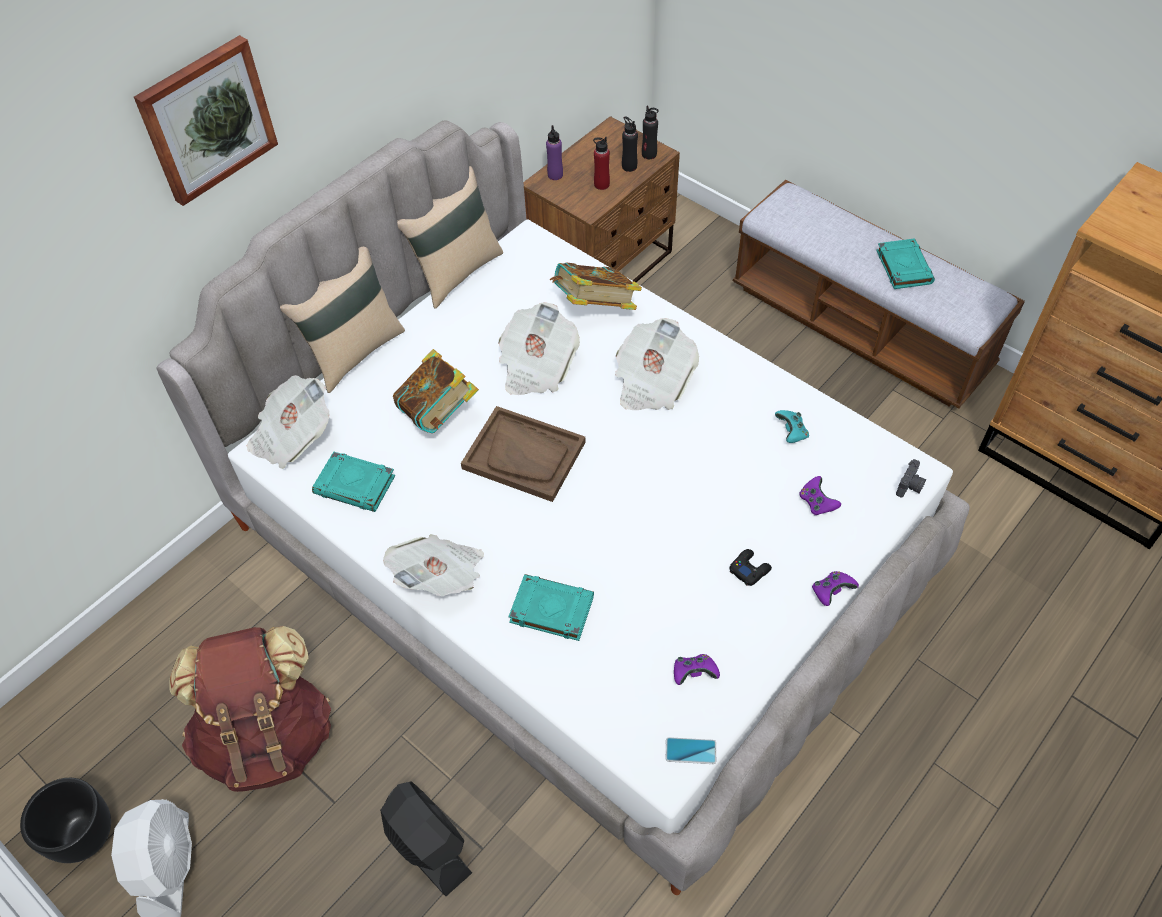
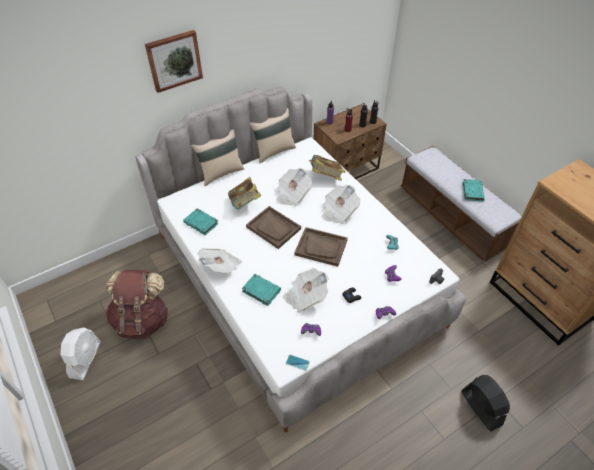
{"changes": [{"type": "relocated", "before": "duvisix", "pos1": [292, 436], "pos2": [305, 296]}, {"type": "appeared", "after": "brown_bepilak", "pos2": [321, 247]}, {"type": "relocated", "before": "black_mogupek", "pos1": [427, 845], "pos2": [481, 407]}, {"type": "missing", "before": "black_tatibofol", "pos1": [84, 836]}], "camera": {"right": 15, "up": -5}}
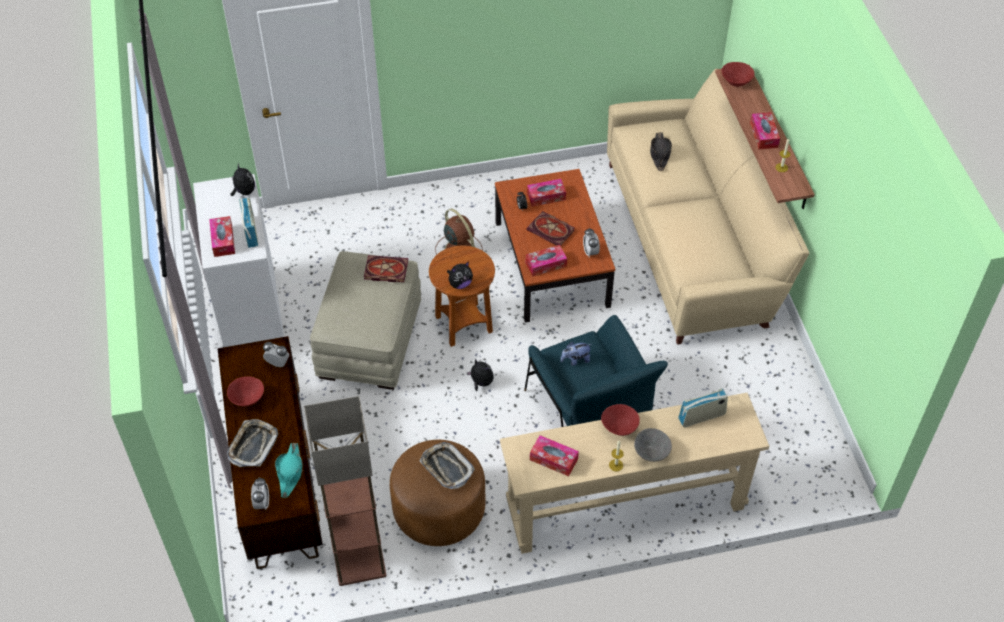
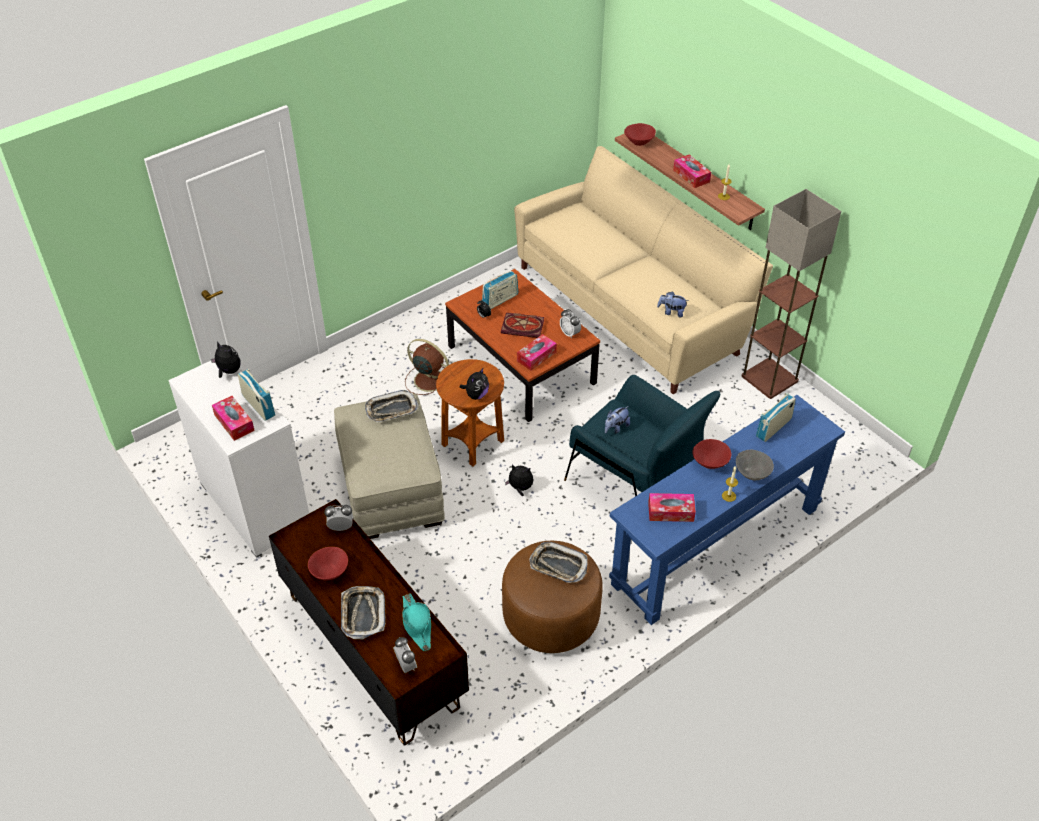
{"changes": [{"type": "exchanged", "before": "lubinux", "after": "bepilak", "pos1": [385, 270], "pos2": [391, 410]}, {"type": "exchanged", "before": "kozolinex", "after": "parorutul", "pos1": [546, 196], "pos2": [500, 300]}, {"type": "colour", "before": "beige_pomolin", "after": "blue_pomolin", "pos1": [625, 505], "pos2": [716, 546]}, {"type": "appeared", "after": "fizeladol", "pos2": [671, 312]}, {"type": "relocated", "before": "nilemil", "pos1": [360, 560], "pos2": [770, 378]}, {"type": "missing", "before": "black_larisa", "pos1": [659, 154]}], "camera": {"right": -25, "up": -5}}
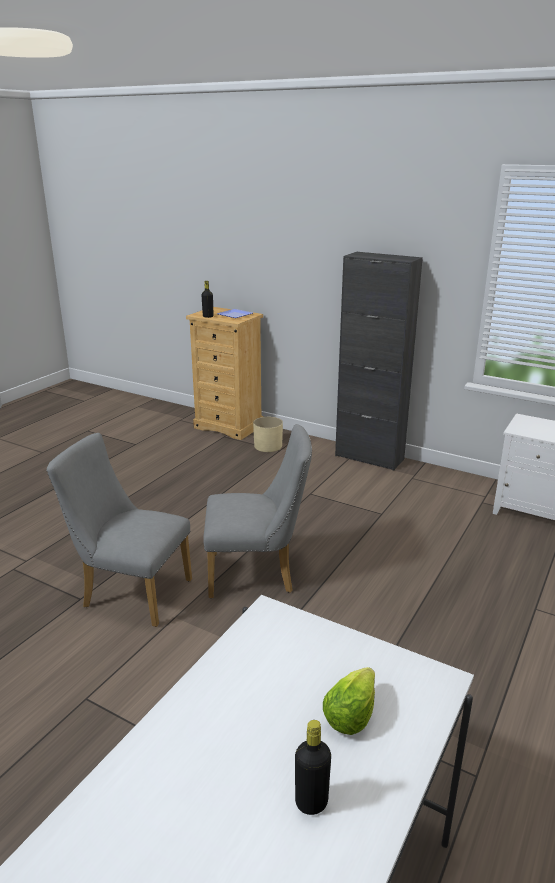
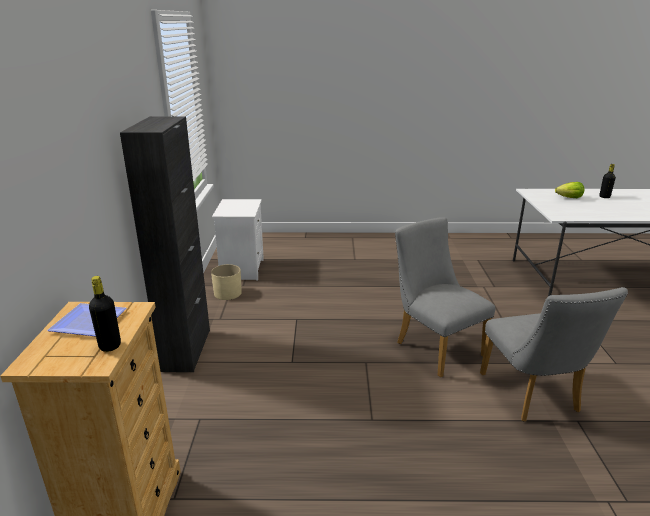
{"changes": [{"type": "relocated", "before": "beige_tatibofol", "pos1": [267, 446], "pos2": [228, 293]}], "camera": {"right": -120, "up": 0}}
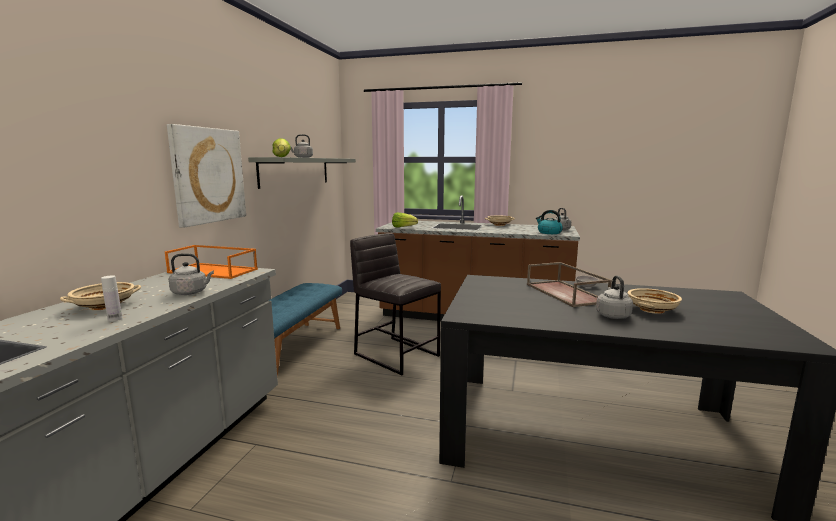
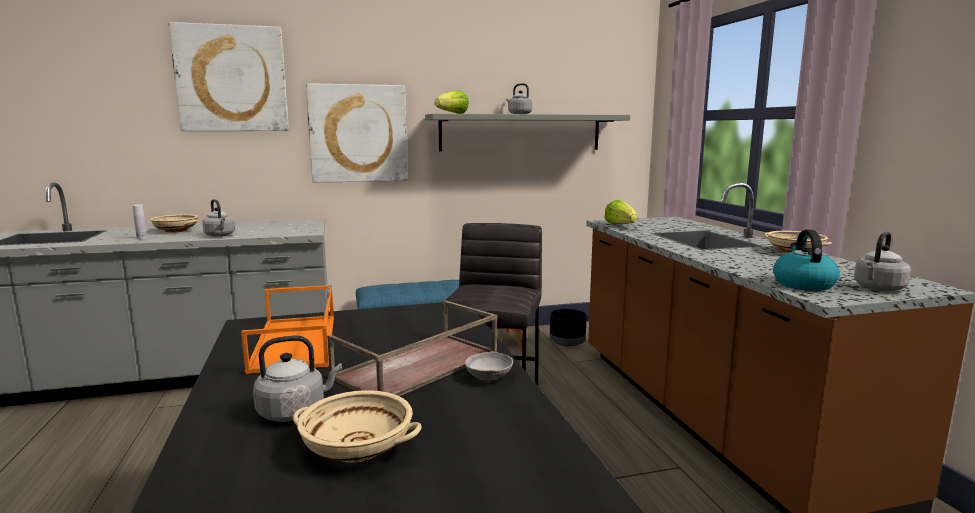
{"changes": [{"type": "appeared", "after": "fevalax", "pos2": [231, 79]}, {"type": "relocated", "before": "orange_bepilak", "pos1": [214, 271], "pos2": [296, 343]}, {"type": "appeared", "after": "black_tatibofol", "pos2": [567, 341]}], "camera": {"right": 60, "up": 0}}
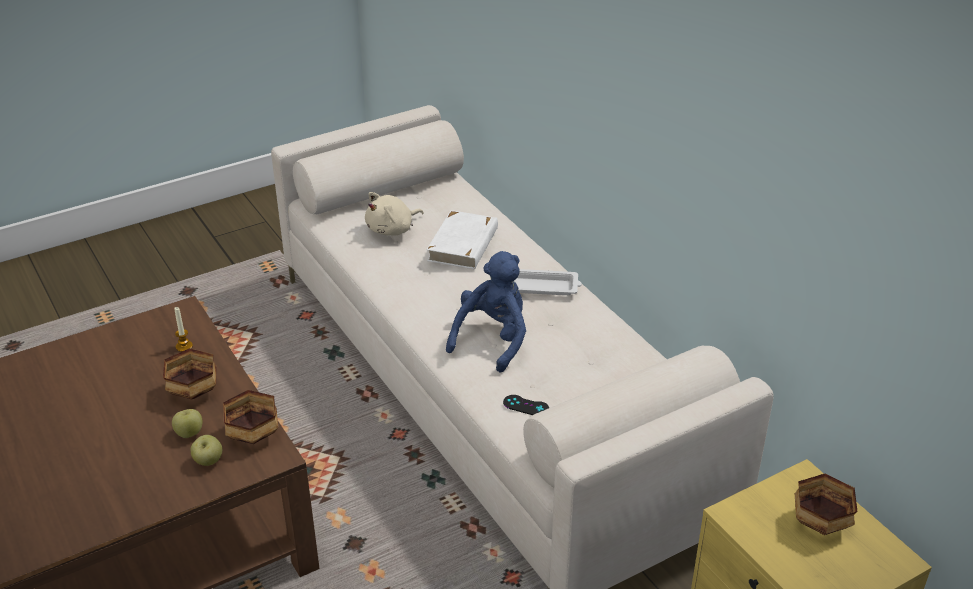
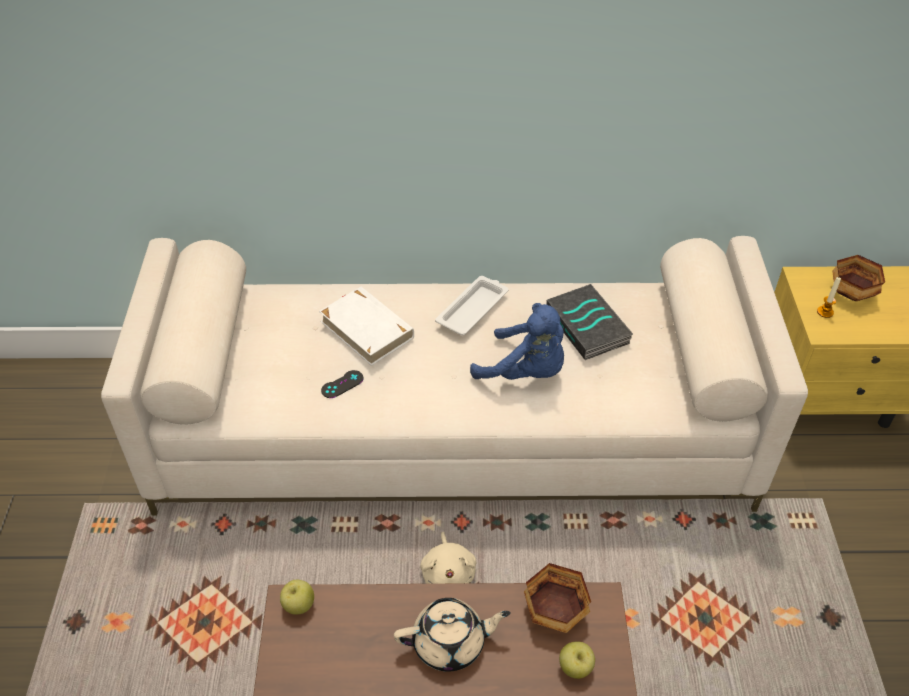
{"changes": [{"type": "relocated", "before": "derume", "pos1": [189, 433], "pos2": [298, 605]}, {"type": "relocated", "before": "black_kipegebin", "pos1": [526, 406], "pos2": [342, 384]}, {"type": "exchanged", "before": "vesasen", "after": "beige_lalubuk", "pos1": [194, 392], "pos2": [450, 643]}, {"type": "relocated", "before": "beige_fizeladol", "pos1": [392, 229], "pos2": [448, 573]}, {"type": "spun", "before": "blue_fizeladol", "pos1": [493, 339], "pos2": [525, 372], "turn": 150}, {"type": "appeared", "after": "lubinux", "pos2": [589, 327]}, {"type": "relocated", "before": "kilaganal", "pos1": [184, 346], "pos2": [825, 312]}], "camera": {"right": -60, "up": 10}}
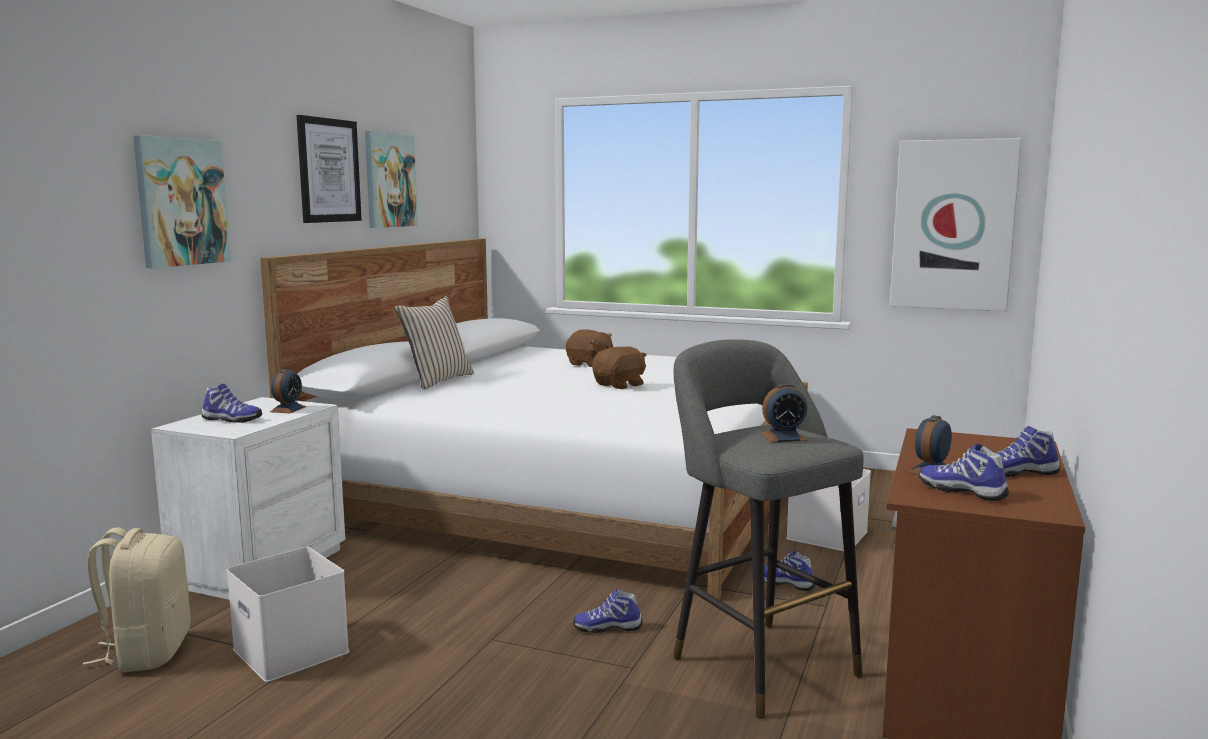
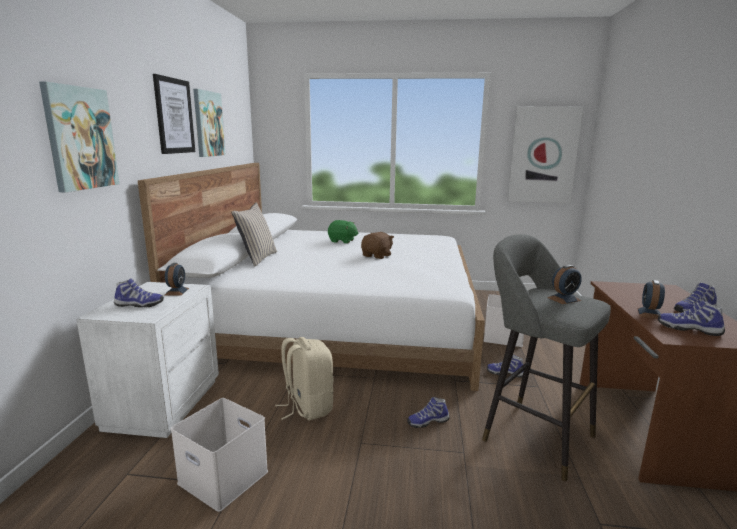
{"changes": [{"type": "relocated", "before": "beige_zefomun", "pos1": [147, 652], "pos2": [307, 407]}, {"type": "colour", "before": "brown_fizeladol", "after": "green_fizeladol", "pos1": [590, 364], "pos2": [342, 241]}], "camera": {"right": -15, "up": 5}}
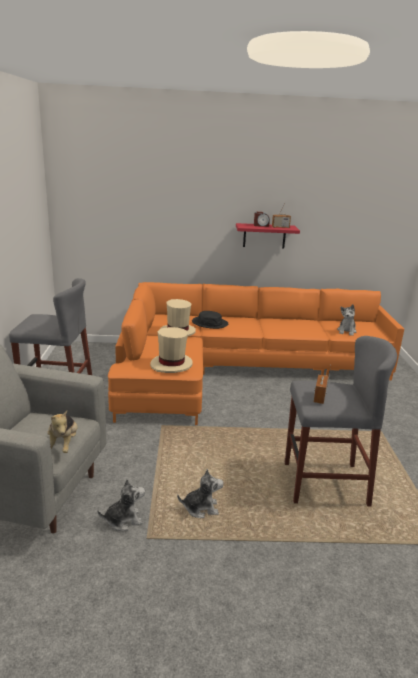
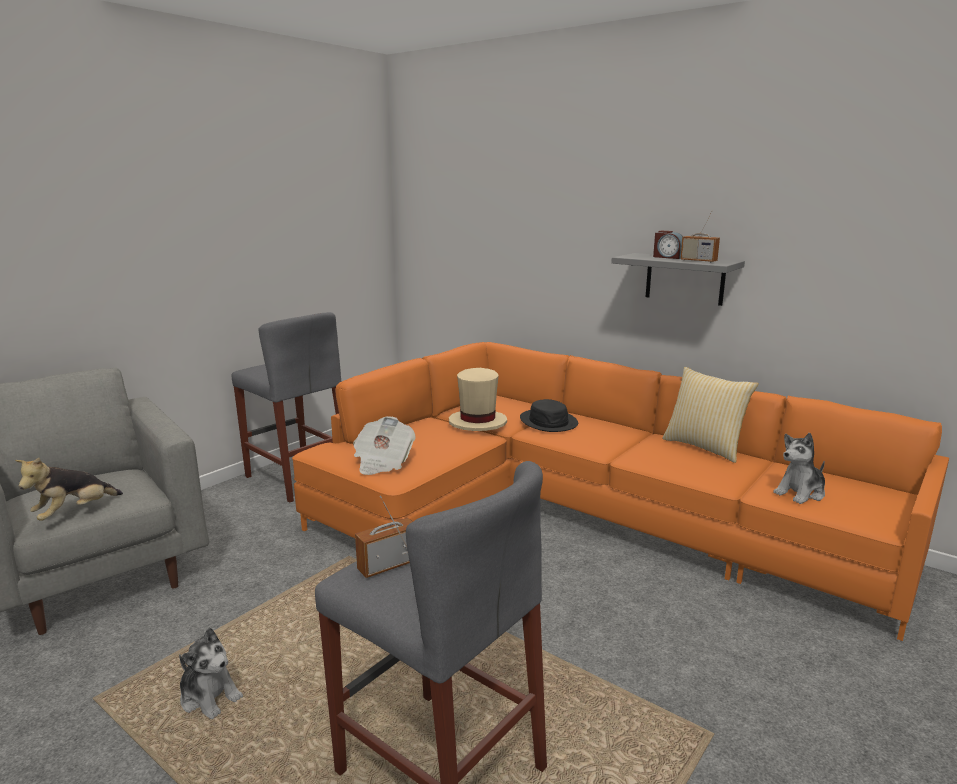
{"changes": [{"type": "exchanged", "before": "beige_larisa", "after": "duvisix", "pos1": [171, 365], "pos2": [382, 462]}, {"type": "colour", "before": "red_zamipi", "after": "grey_zamipi", "pos1": [264, 236], "pos2": [684, 279]}, {"type": "appeared", "after": "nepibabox", "pos2": [705, 447]}, {"type": "missing", "before": "fizeladol", "pos1": [123, 520]}], "camera": {"right": 40, "up": -5}}
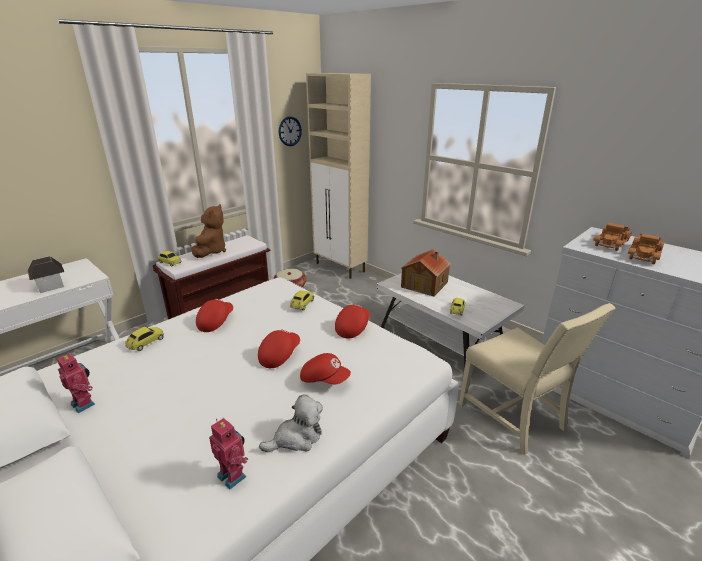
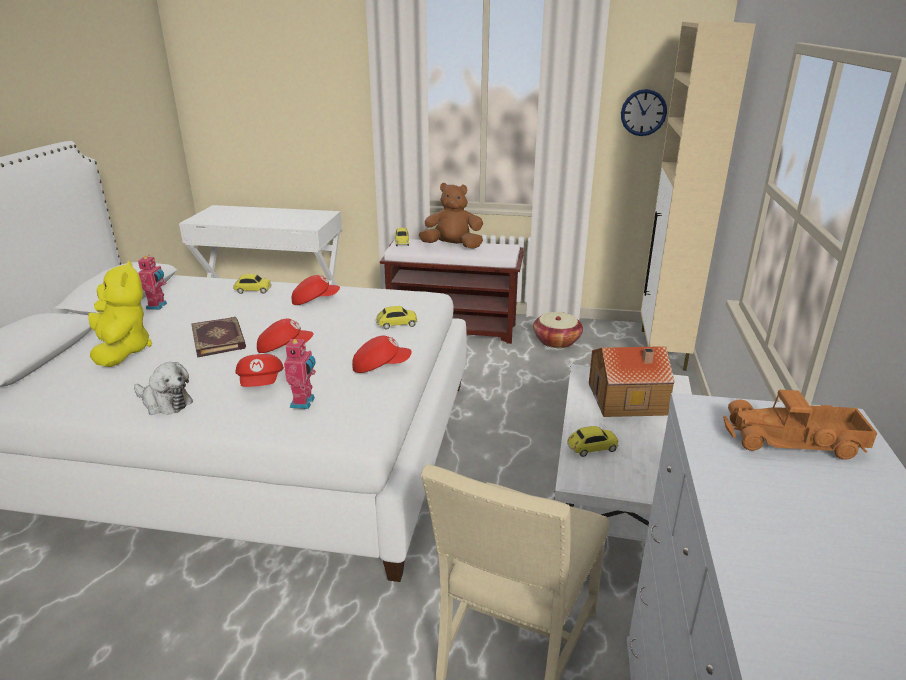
{"changes": [{"type": "appeared", "after": "yellow_fizeladol", "pos2": [122, 351]}, {"type": "appeared", "after": "lubinux", "pos2": [219, 339]}, {"type": "relocated", "before": "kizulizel", "pos1": [233, 475], "pos2": [304, 402]}, {"type": "spun", "before": "brown_fizeladol", "pos1": [211, 251], "pos2": [452, 246], "turn": -150}, {"type": "missing", "before": "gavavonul", "pos1": [51, 285]}, {"type": "missing", "before": "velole", "pos1": [645, 255]}], "camera": {"right": 55, "up": 0}}
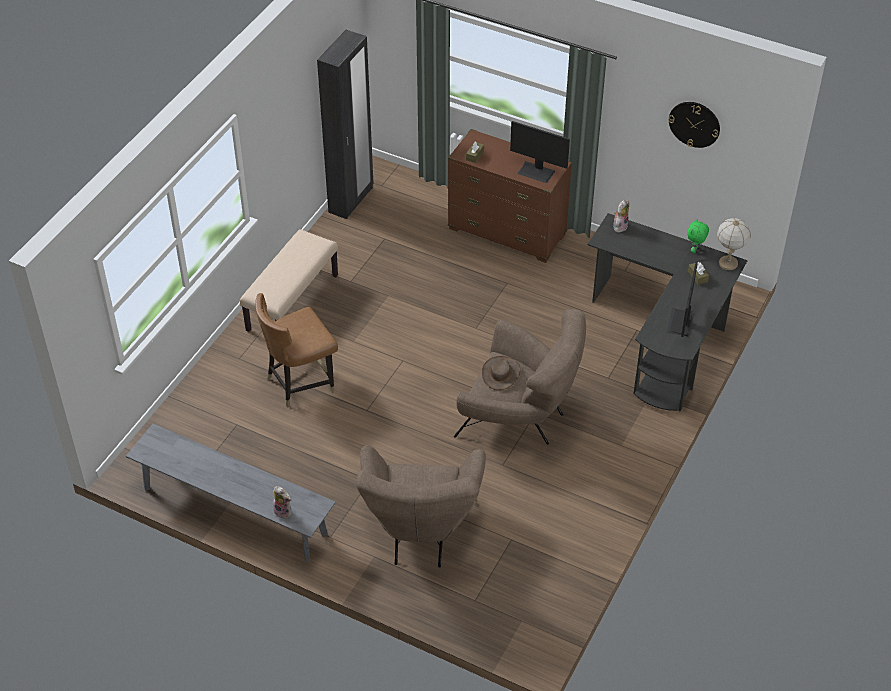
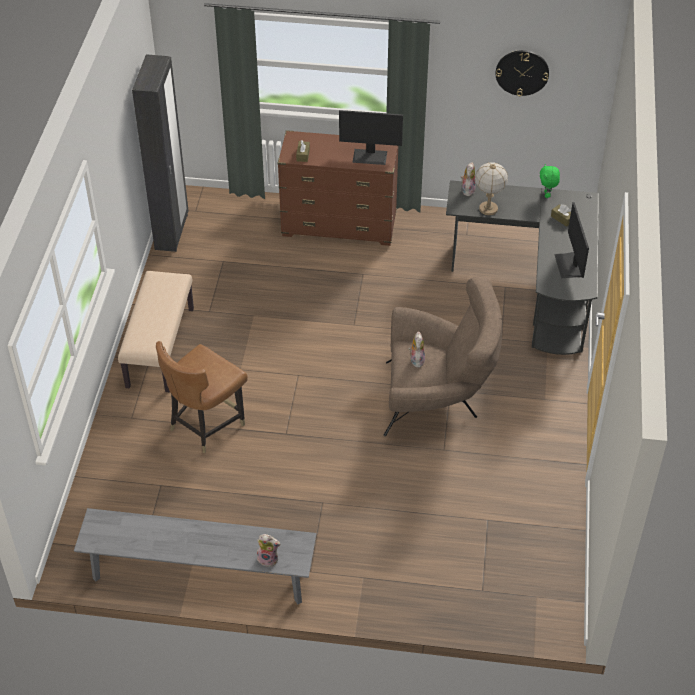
{"changes": [{"type": "exchanged", "before": "brown_larisa", "after": "fizeladol", "pos1": [501, 373], "pos2": [416, 360]}, {"type": "relocated", "before": "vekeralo", "pos1": [728, 263], "pos2": [488, 209]}, {"type": "missing", "before": "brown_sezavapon", "pos1": [421, 532]}], "camera": {"right": -20, "up": 0}}
